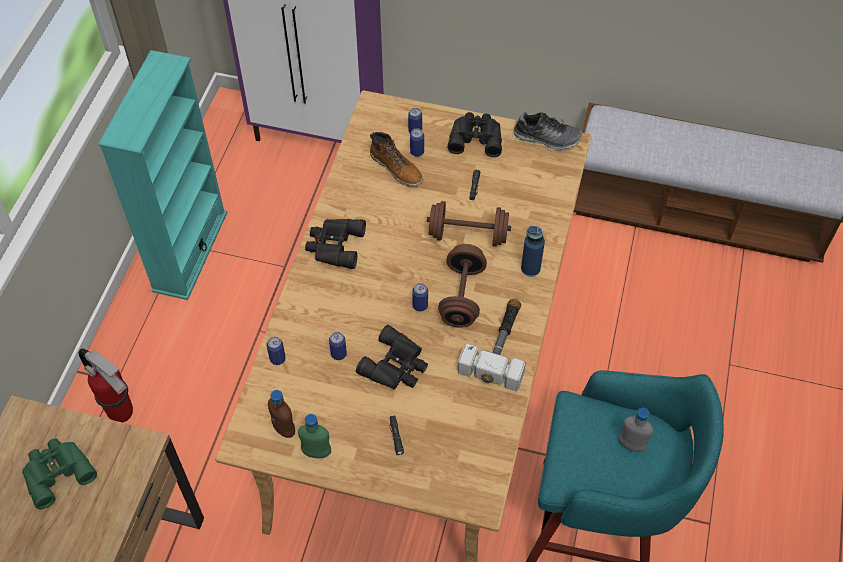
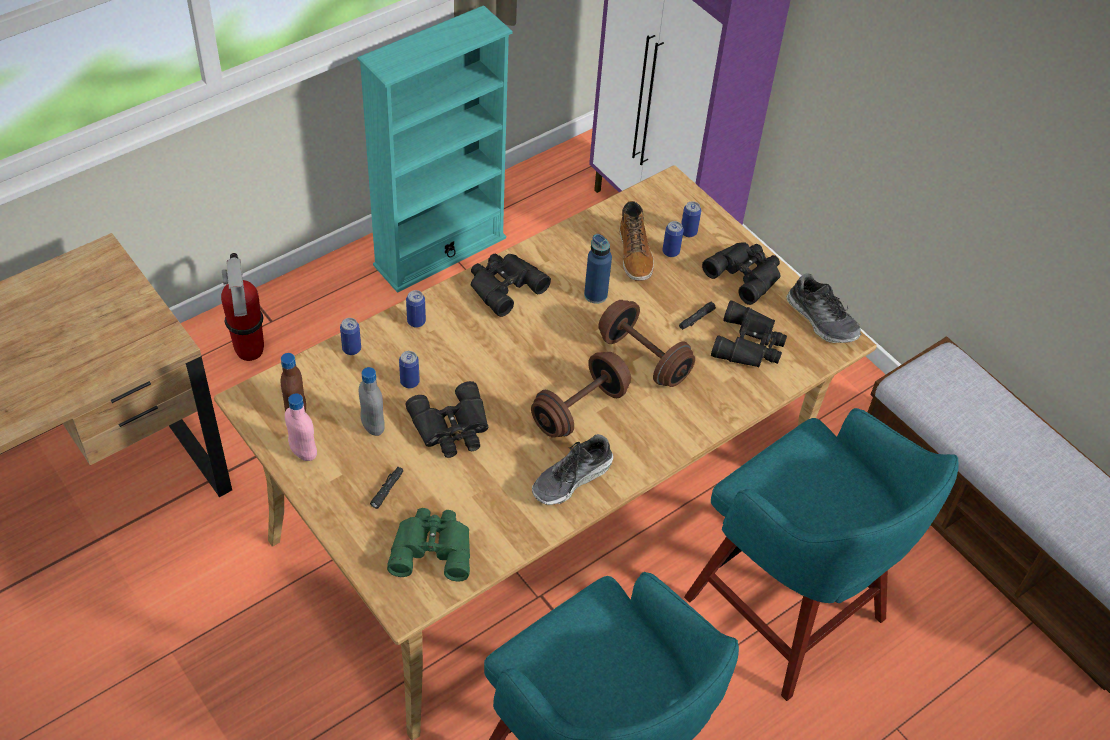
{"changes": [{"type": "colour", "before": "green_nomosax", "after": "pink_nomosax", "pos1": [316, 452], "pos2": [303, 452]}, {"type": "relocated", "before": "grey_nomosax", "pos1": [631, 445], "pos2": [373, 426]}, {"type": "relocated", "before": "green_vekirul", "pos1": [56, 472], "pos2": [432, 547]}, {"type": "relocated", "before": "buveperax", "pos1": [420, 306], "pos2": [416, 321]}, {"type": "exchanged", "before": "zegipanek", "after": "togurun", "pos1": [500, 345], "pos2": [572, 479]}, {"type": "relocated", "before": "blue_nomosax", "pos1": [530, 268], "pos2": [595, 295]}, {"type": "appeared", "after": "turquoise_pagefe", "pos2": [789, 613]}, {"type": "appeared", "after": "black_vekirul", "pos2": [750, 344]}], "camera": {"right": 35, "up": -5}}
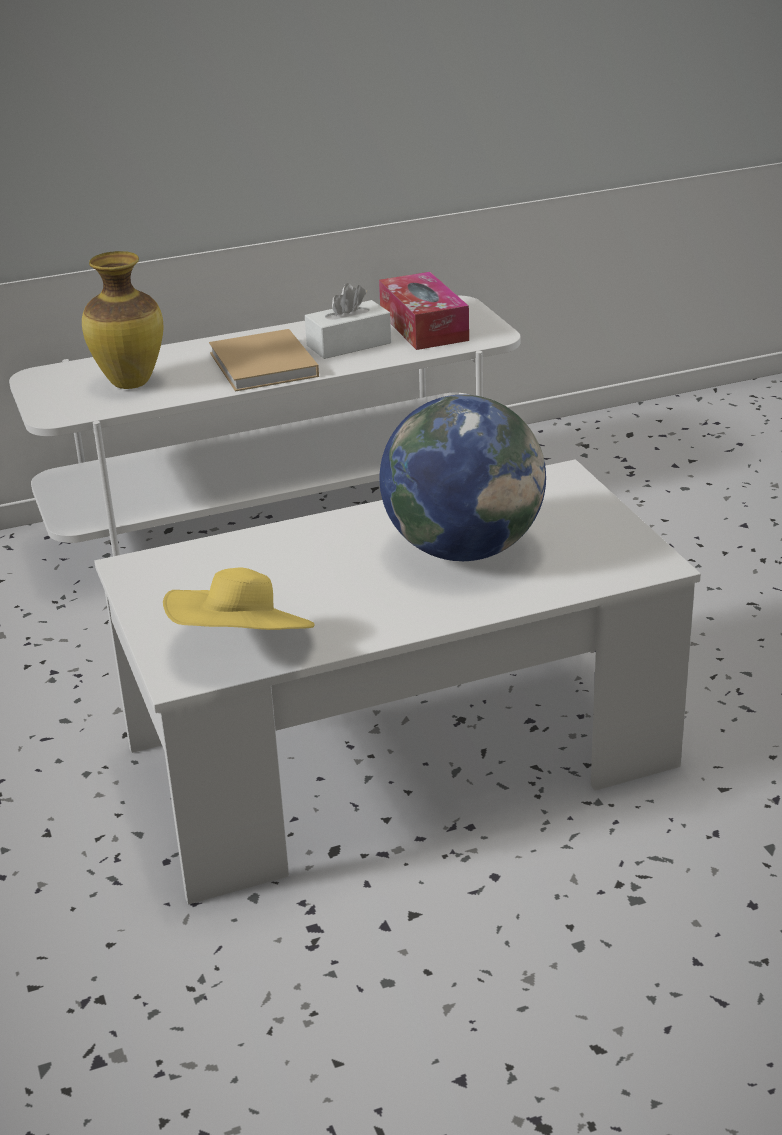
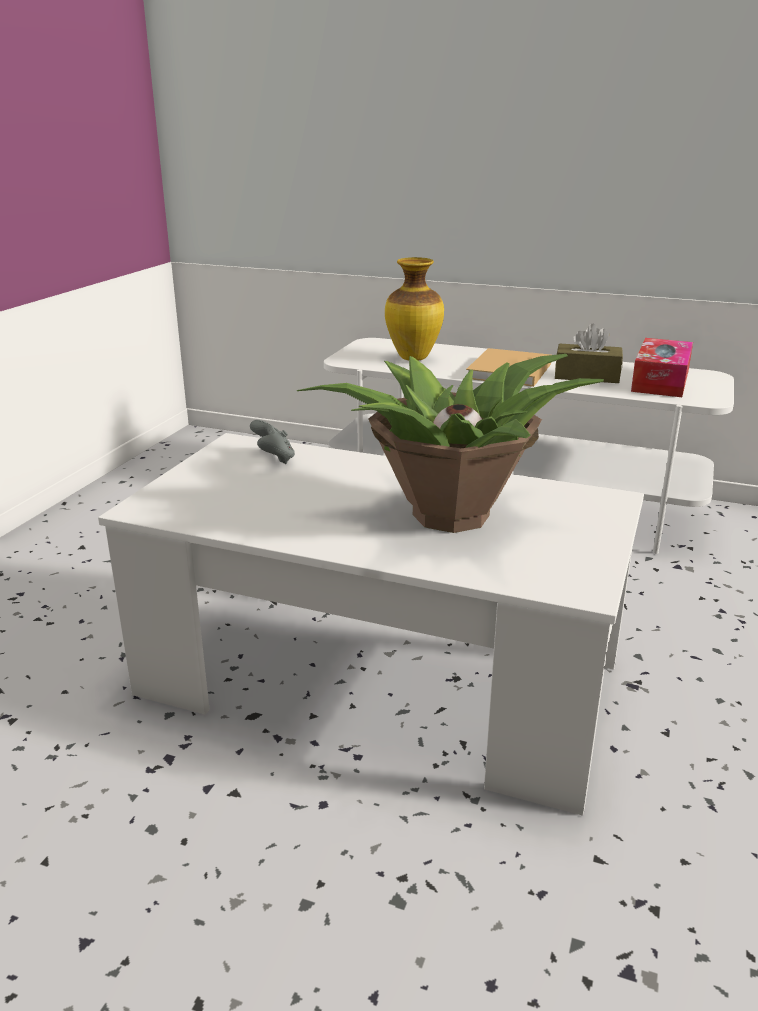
{"changes": [{"type": "appeared", "after": "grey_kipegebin", "pos2": [274, 459]}, {"type": "exchanged", "before": "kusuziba", "after": "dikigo", "pos1": [463, 549], "pos2": [446, 515]}, {"type": "colour", "before": "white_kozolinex", "after": "brown_kozolinex", "pos1": [349, 344], "pos2": [587, 376]}, {"type": "missing", "before": "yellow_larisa", "pos1": [243, 646]}], "camera": {"right": 40, "up": -5}}
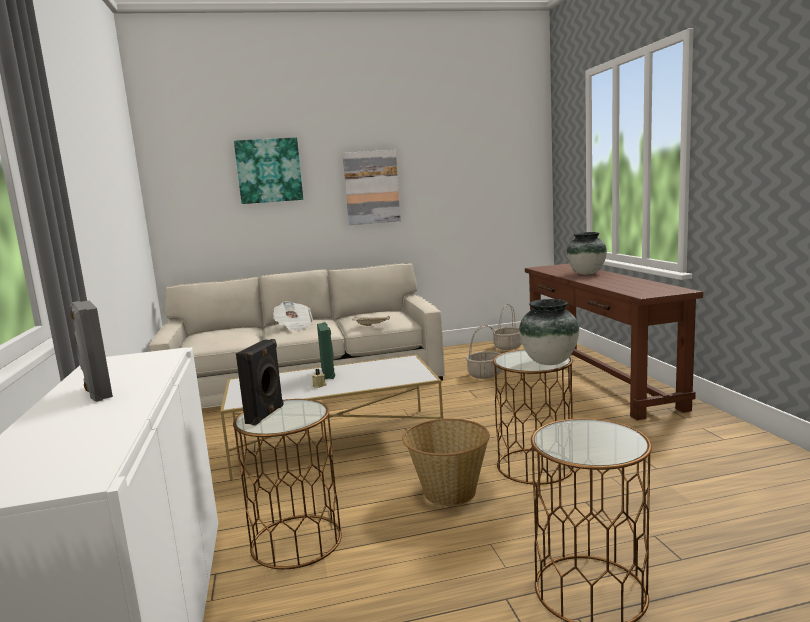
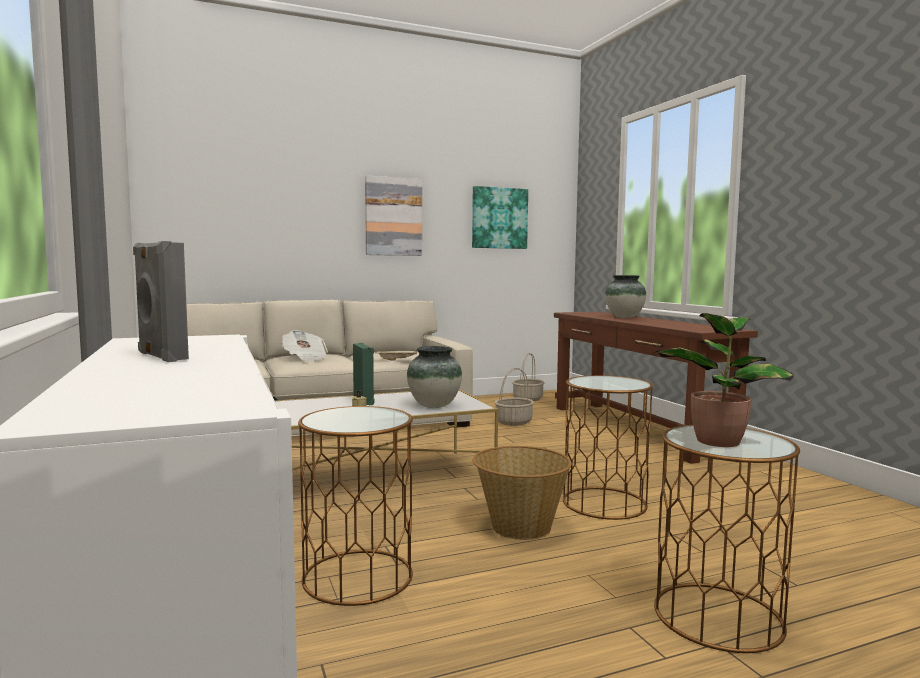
{"changes": [{"type": "relocated", "before": "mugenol", "pos1": [549, 362], "pos2": [434, 405]}, {"type": "relocated", "before": "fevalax", "pos1": [269, 171], "pos2": [499, 218]}, {"type": "appeared", "after": "dikigo", "pos2": [719, 440]}, {"type": "missing", "before": "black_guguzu", "pos1": [266, 415]}], "camera": {"right": -10, "up": -5}}
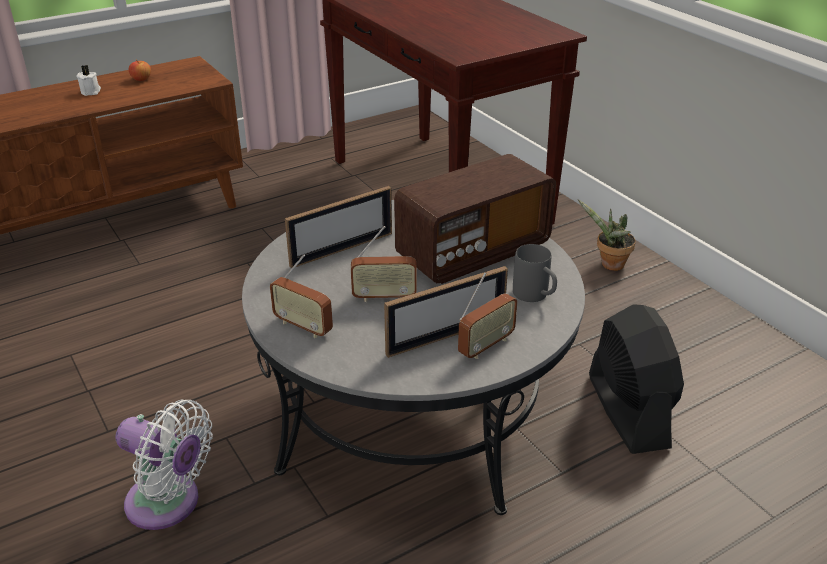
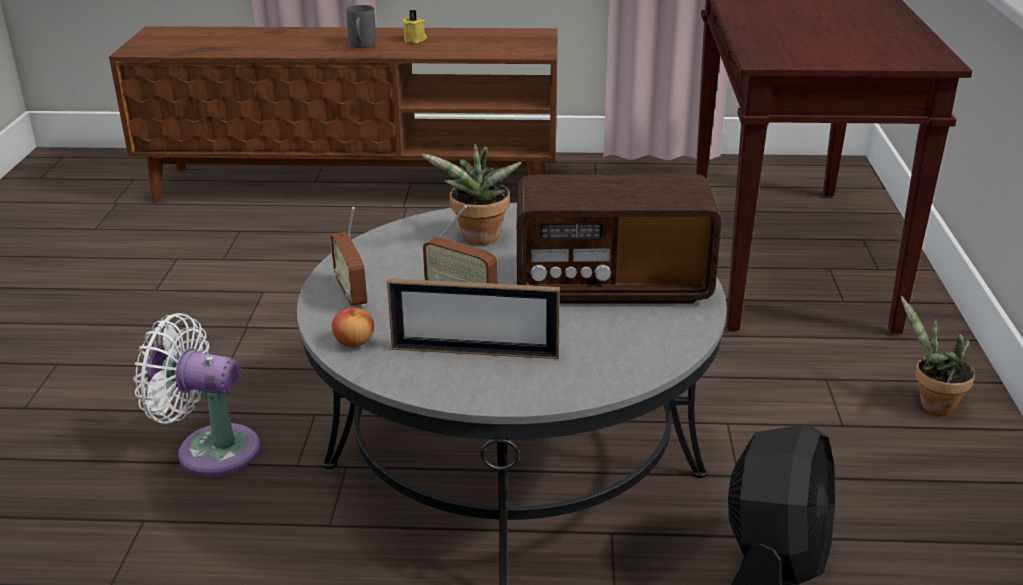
{"changes": [{"type": "spun", "before": "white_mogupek", "pos1": [169, 504], "pos2": [210, 449], "turn": 135}, {"type": "relocated", "before": "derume", "pos1": [141, 79], "pos2": [354, 342]}, {"type": "relocated", "before": "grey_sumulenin", "pos1": [535, 296], "pos2": [362, 46]}, {"type": "colour", "before": "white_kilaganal", "after": "yellow_kilaganal", "pos1": [91, 91], "pos2": [415, 40]}, {"type": "exchanged", "before": "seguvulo", "after": "dikigo", "pos1": [342, 249], "pos2": [478, 240]}, {"type": "missing", "before": "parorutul", "pos1": [485, 346]}], "camera": {"right": 35, "up": -5}}
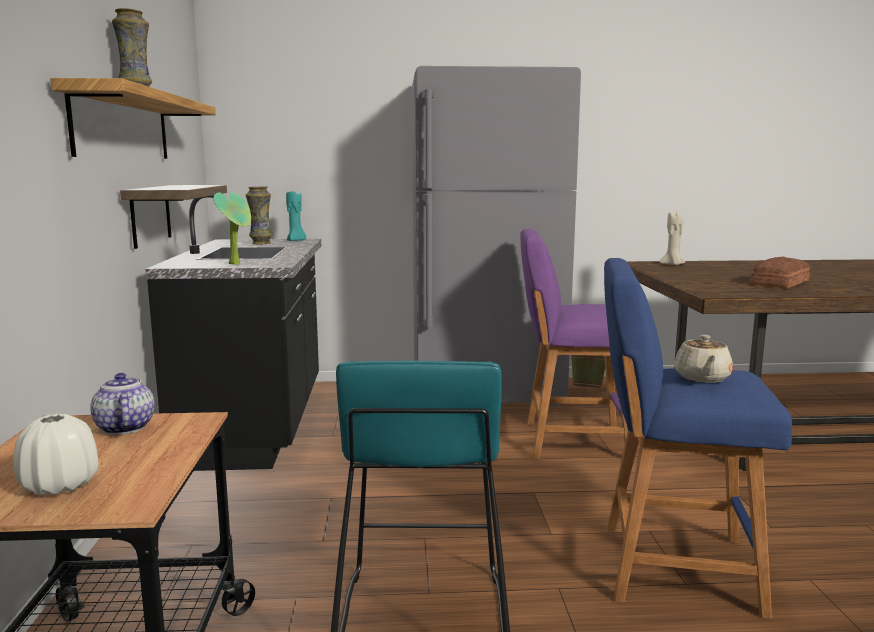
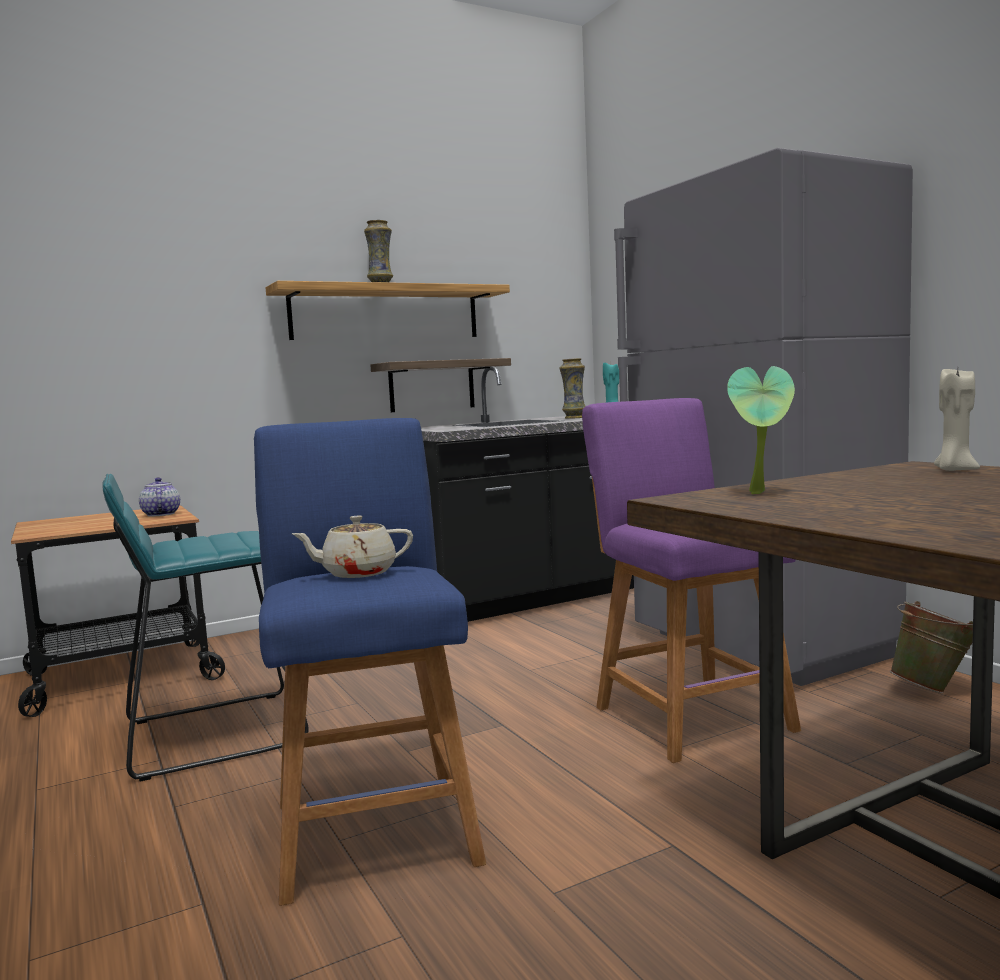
{"changes": [{"type": "spun", "before": "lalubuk", "pos1": [124, 427], "pos2": [160, 514], "turn": -60}, {"type": "relocated", "before": "dikigo", "pos1": [237, 264], "pos2": [761, 493]}, {"type": "missing", "before": "white_mugenol", "pos1": [60, 485]}, {"type": "missing", "before": "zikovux", "pos1": [778, 283]}], "camera": {"right": 65, "up": -5}}
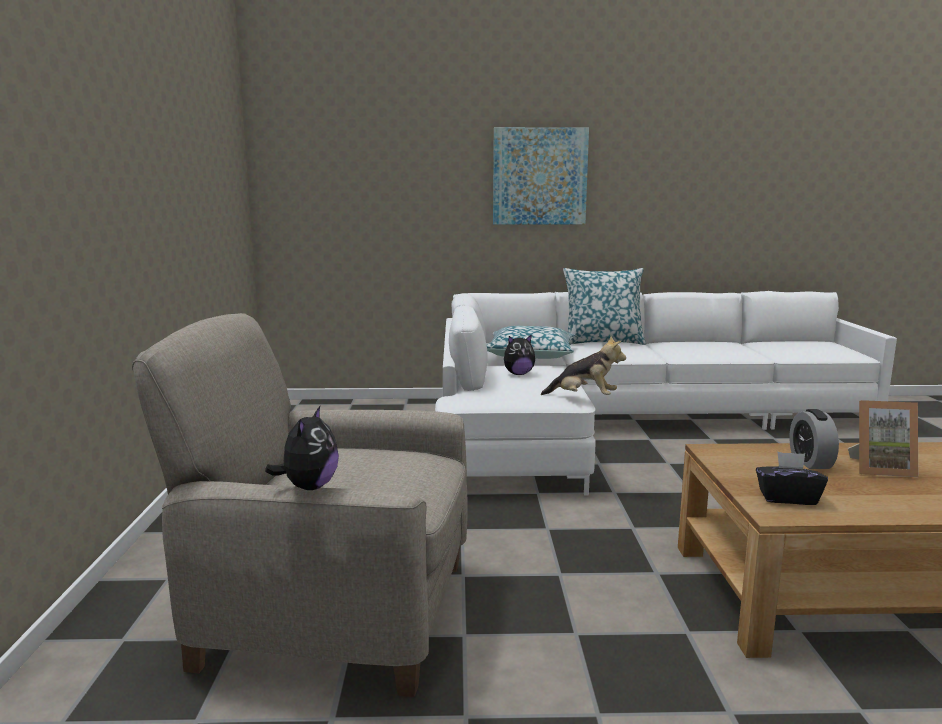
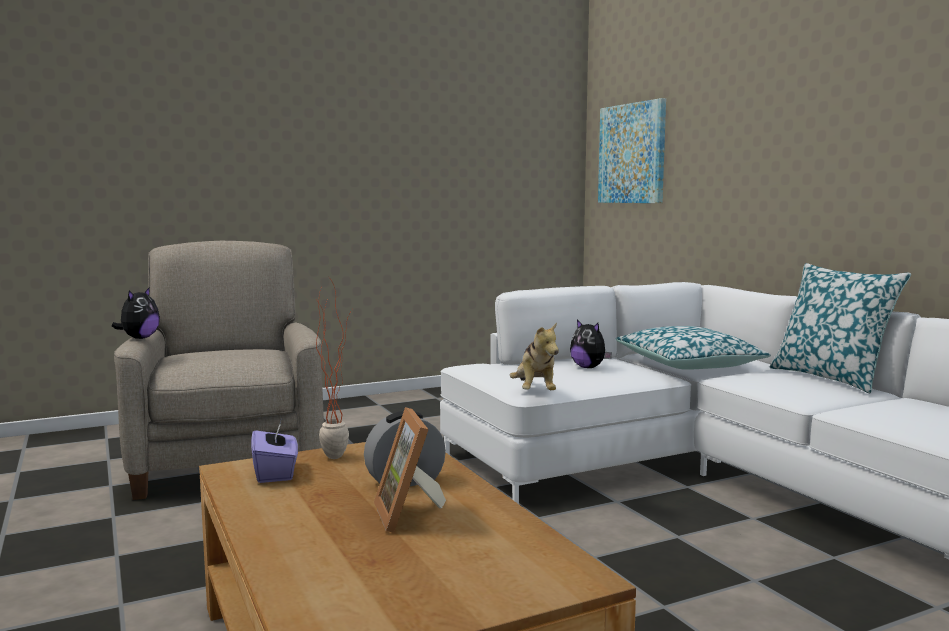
{"changes": [{"type": "spun", "before": "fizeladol", "pos1": [309, 487], "pos2": [139, 338], "turn": -60}, {"type": "colour", "before": "black_kozolinex", "after": "purple_kozolinex", "pos1": [787, 498], "pos2": [275, 473]}, {"type": "appeared", "after": "dikigo", "pos2": [337, 454]}, {"type": "relocated", "before": "fevalax", "pos1": [539, 176], "pos2": [632, 153]}], "camera": {"right": 65, "up": -5}}
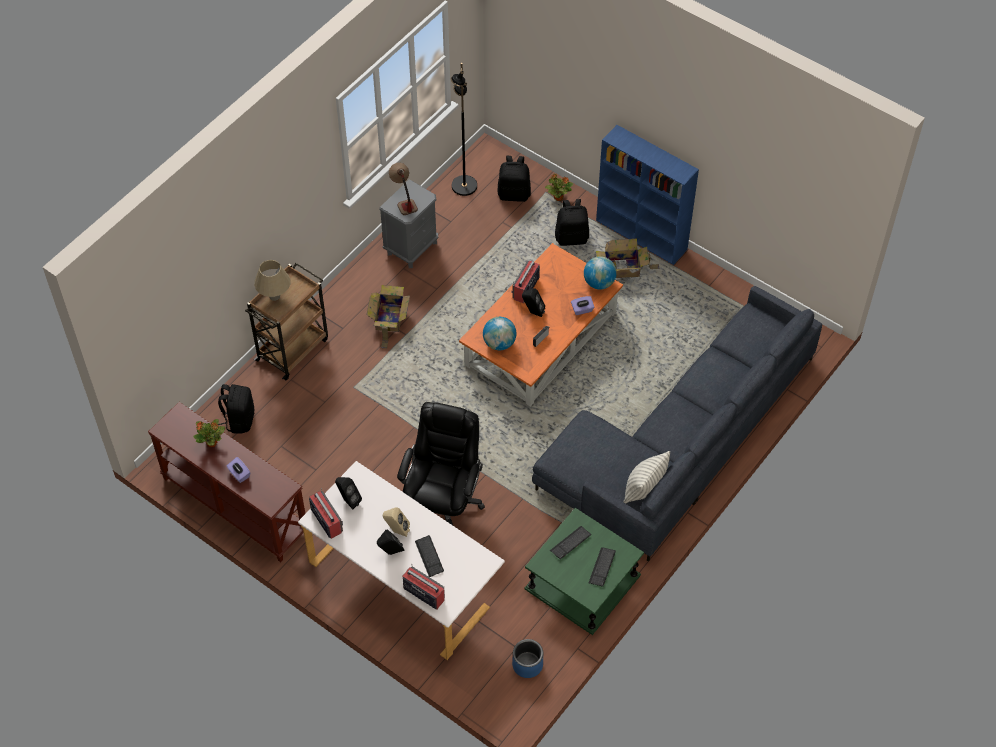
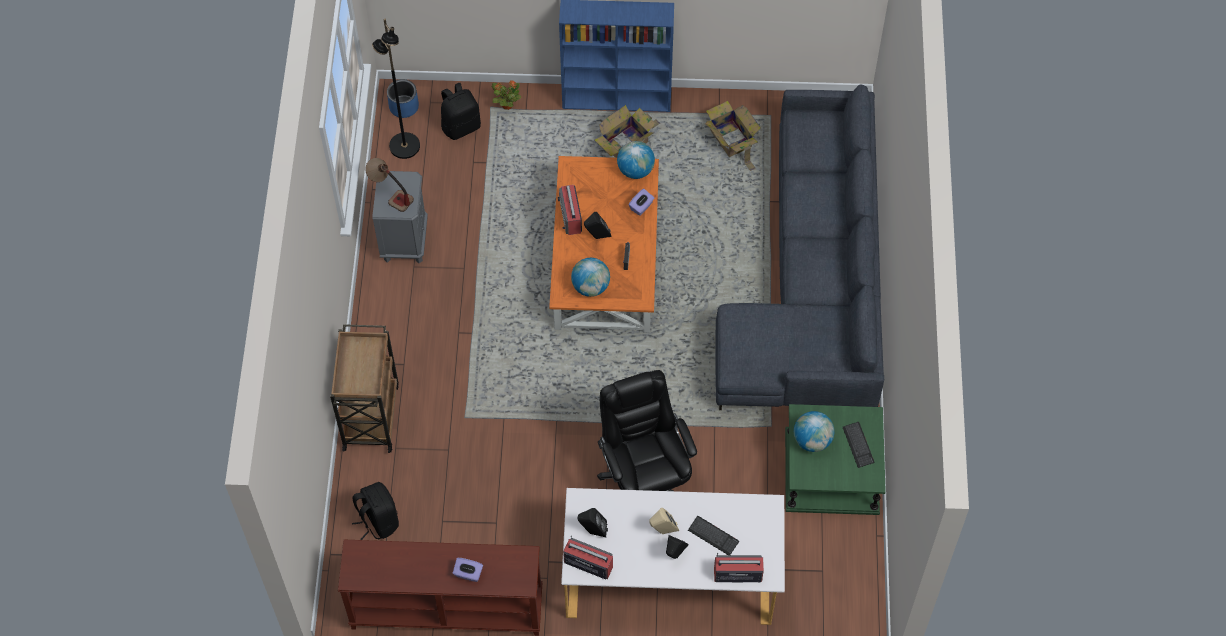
{"changes": [{"type": "relocated", "before": "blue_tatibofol", "pos1": [527, 664], "pos2": [404, 106]}, {"type": "relocated", "before": "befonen", "pos1": [389, 319], "pos2": [731, 140]}, {"type": "exchanged", "before": "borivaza", "after": "kusuziba", "pos1": [570, 543], "pos2": [812, 440]}, {"type": "missing", "before": "dikigo", "pos1": [212, 443]}, {"type": "missing", "before": "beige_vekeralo", "pos1": [274, 296]}, {"type": "missing", "before": "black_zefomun", "pos1": [572, 237]}, {"type": "missing", "before": "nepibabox", "pos1": [644, 489]}], "camera": {"right": -35, "up": 5}}
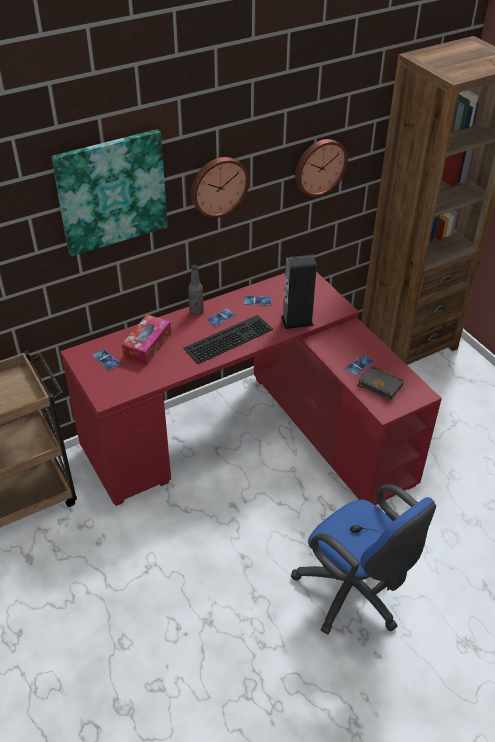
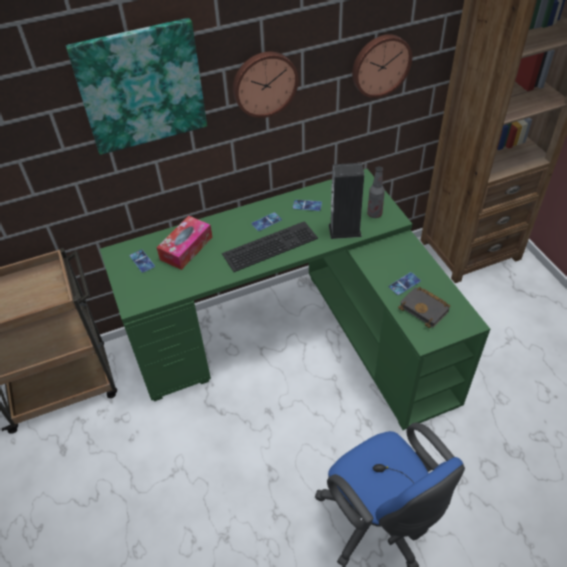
{"changes": [{"type": "colour", "before": "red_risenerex", "after": "green_risenerex", "pos1": [253, 435], "pos2": [299, 337]}, {"type": "relocated", "before": "nomosax", "pos1": [196, 311], "pos2": [374, 214]}], "camera": {"right": 10, "up": 5}}
